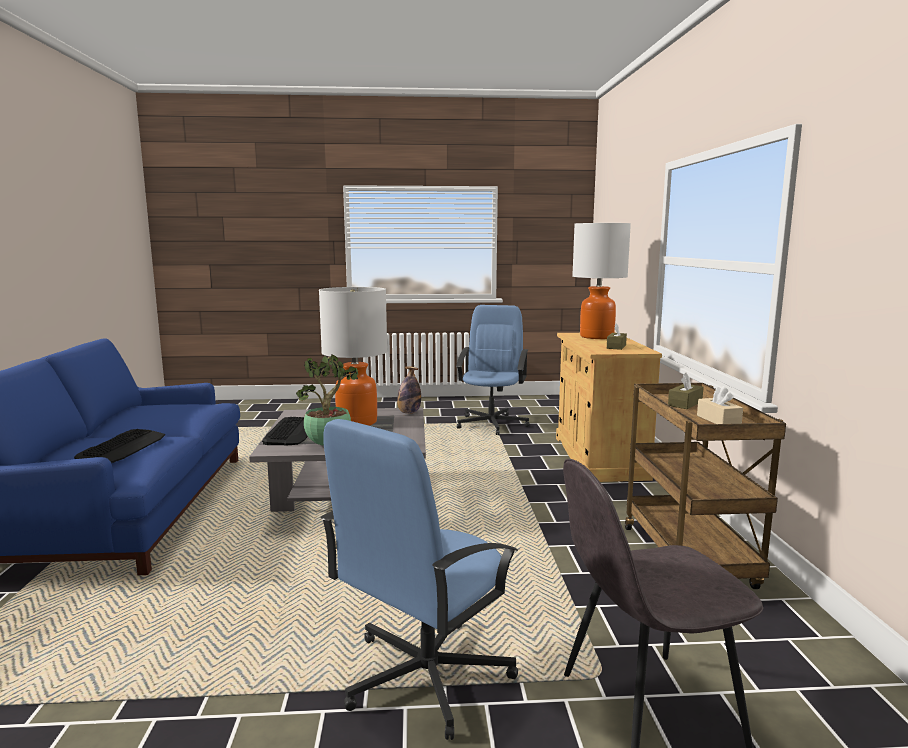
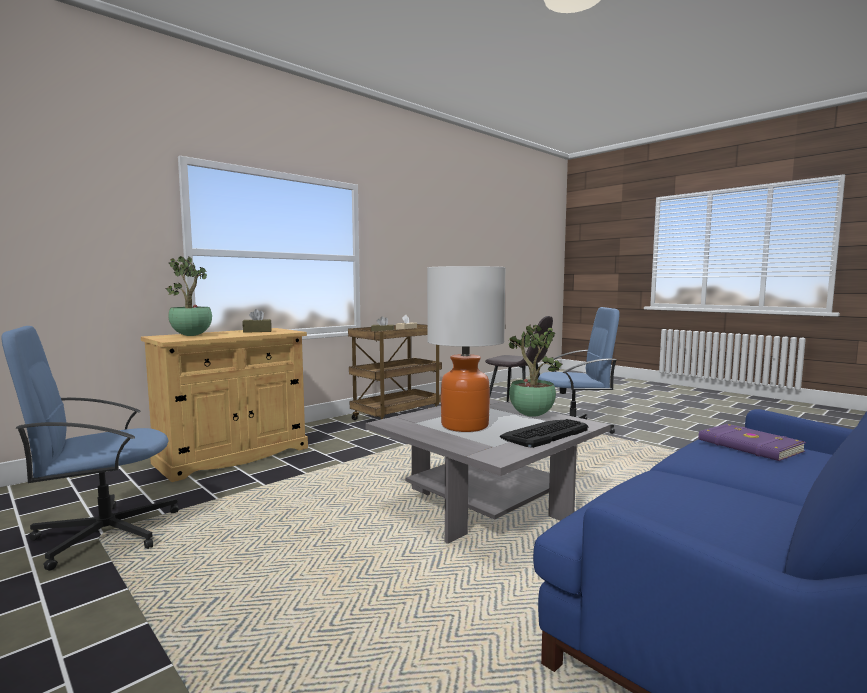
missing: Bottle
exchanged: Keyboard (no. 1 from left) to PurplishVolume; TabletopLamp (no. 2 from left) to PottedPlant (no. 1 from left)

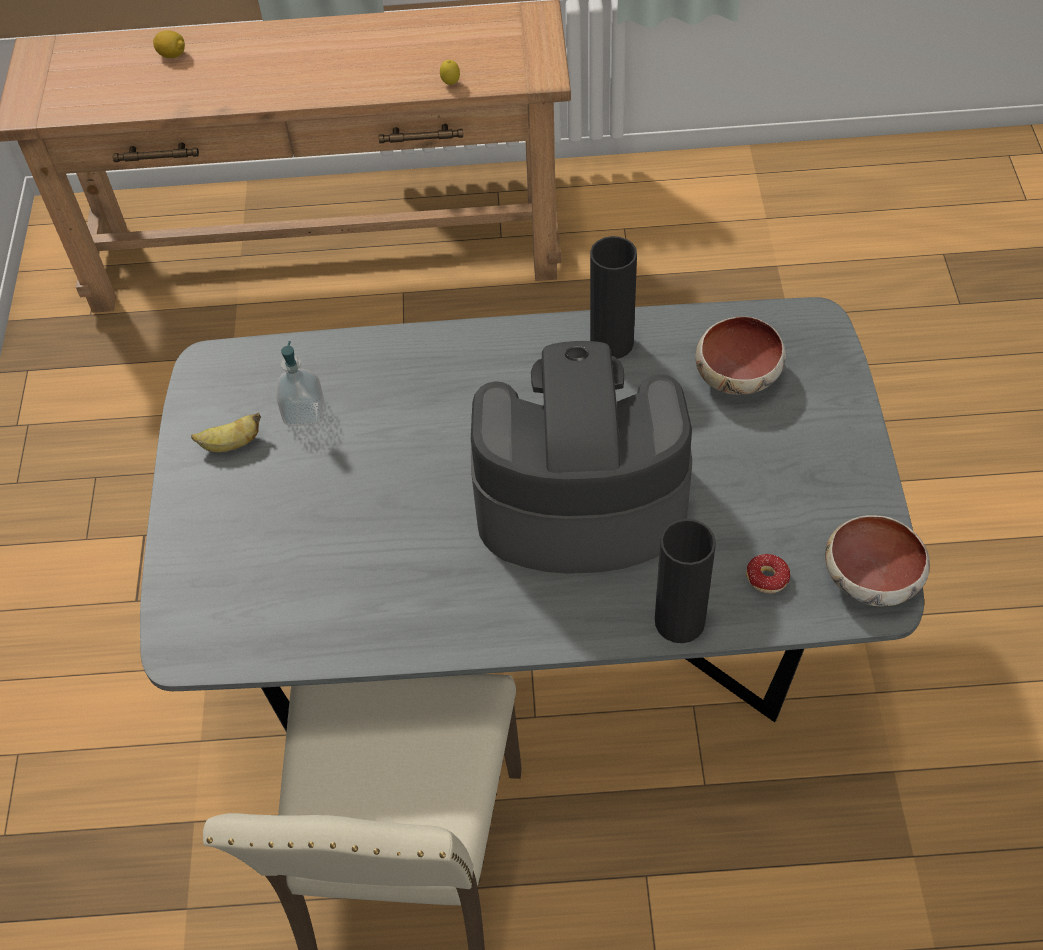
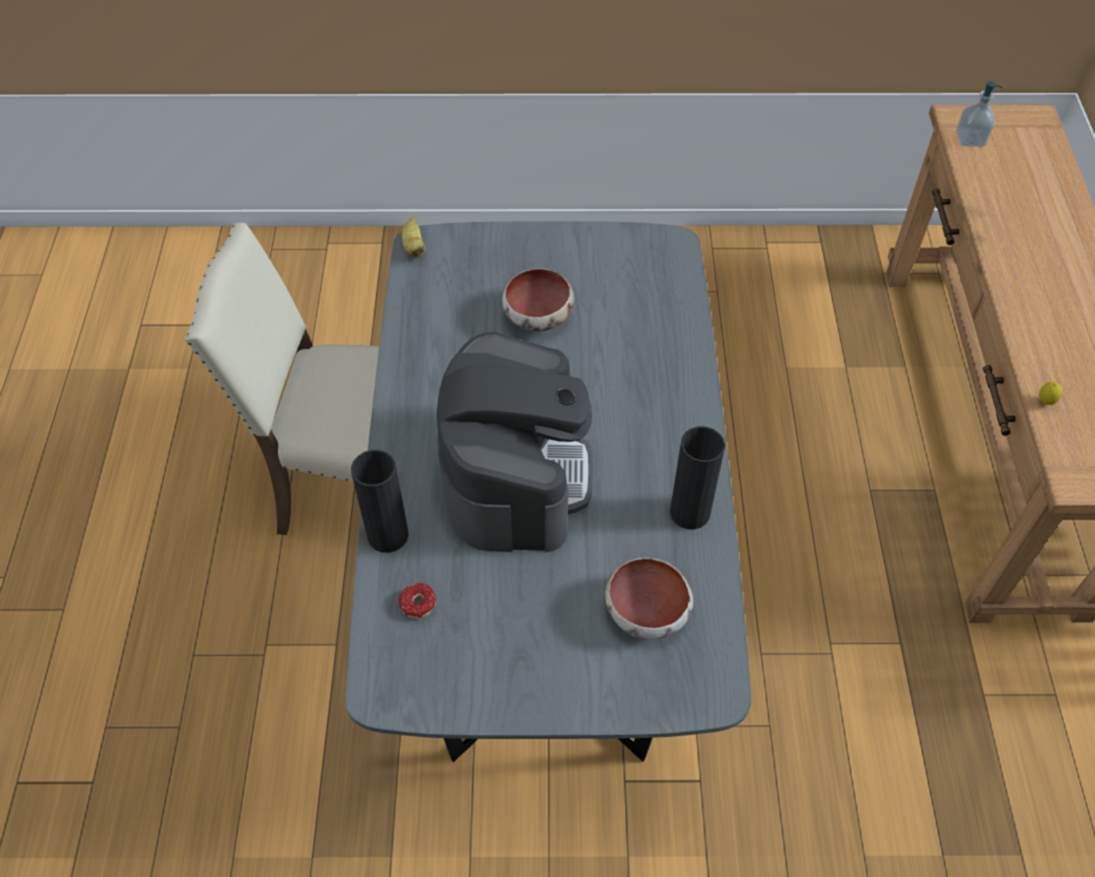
missing: WholeLemon (no. 1 from left)
relocated: WholeBanana; SoapDispenser; DeepDish (no. 2 from left in the first image) to DeepDish (no. 1 from left)

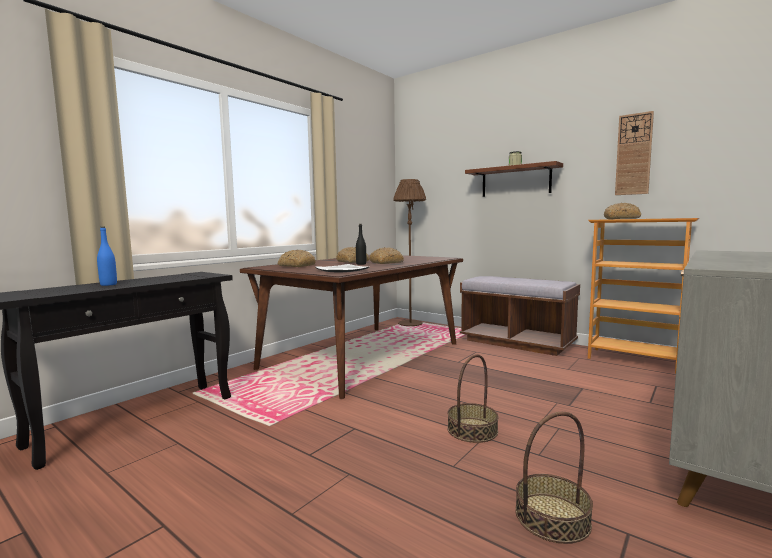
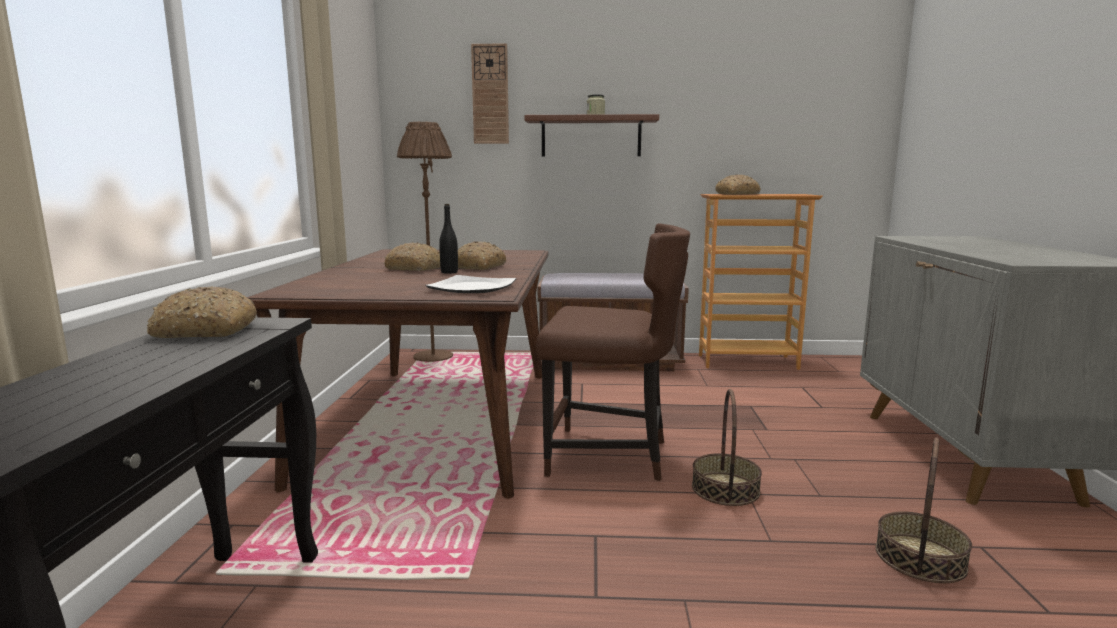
missing: BlueColouredBottle
appeared: BrownPlainChair
relocated: BakeryBread (no. 1 from left); HangingClock

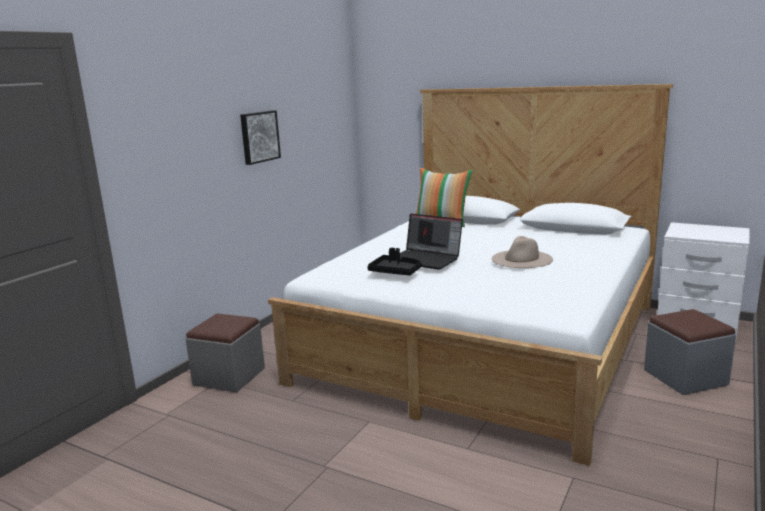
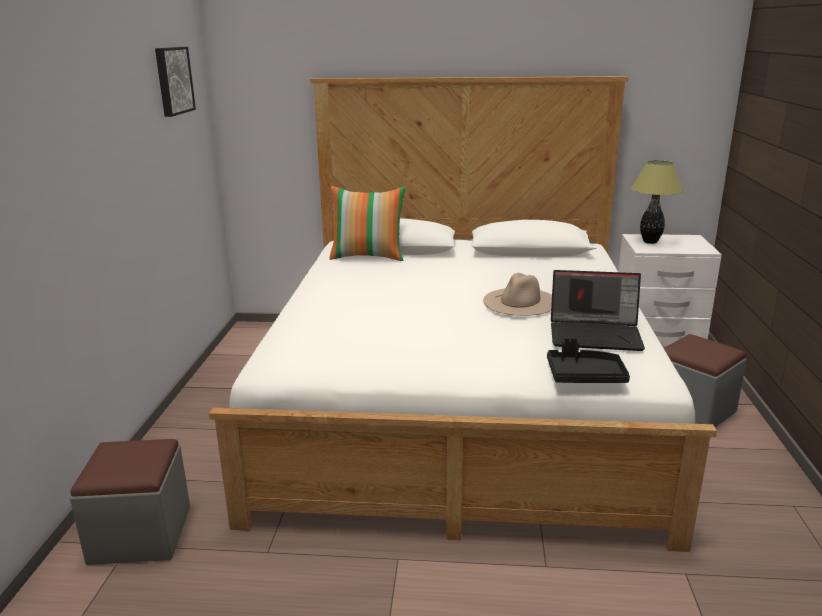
appeared: TabletopLamp
relocated: WallArt; BlackServingTray; NotebookComputer

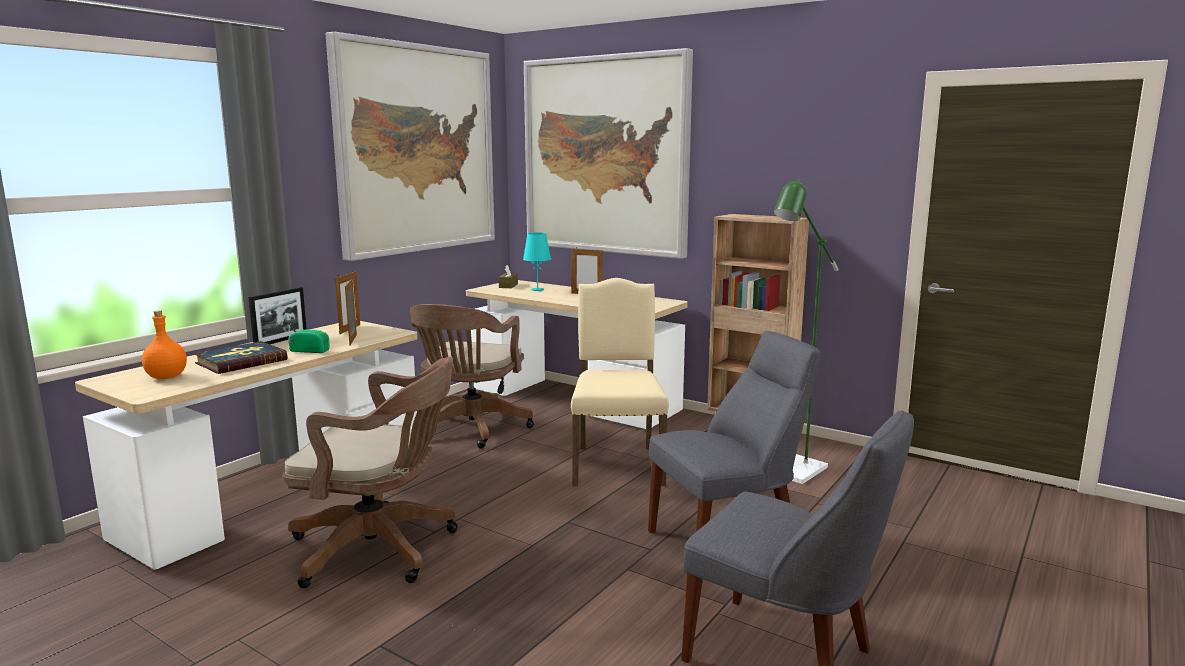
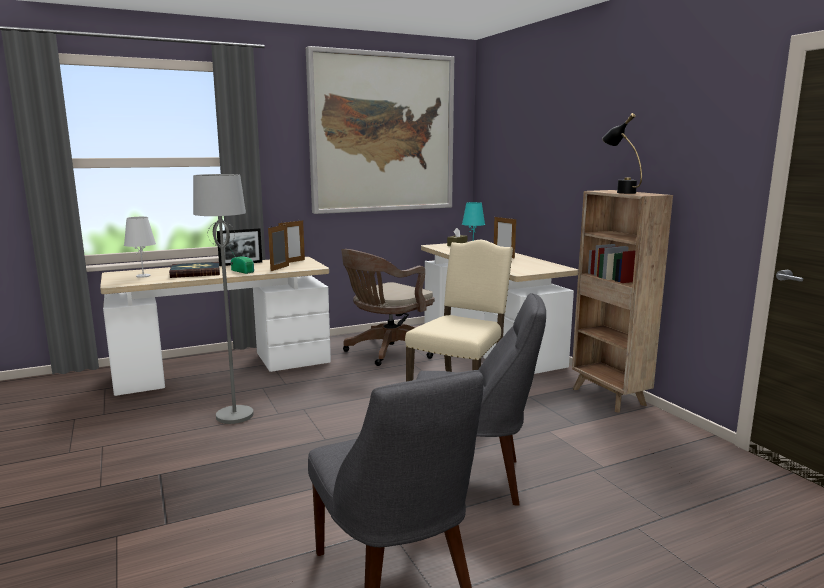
missing: WallArt (no. 2 from left); GreenColouredFloorLamp
appeared: BlackTabletopLamp
exchanged: OrangeColouredBottle to WhiteTabletopLamp; BrownComputerChair (no. 1 from left) to GreyFloorLamp

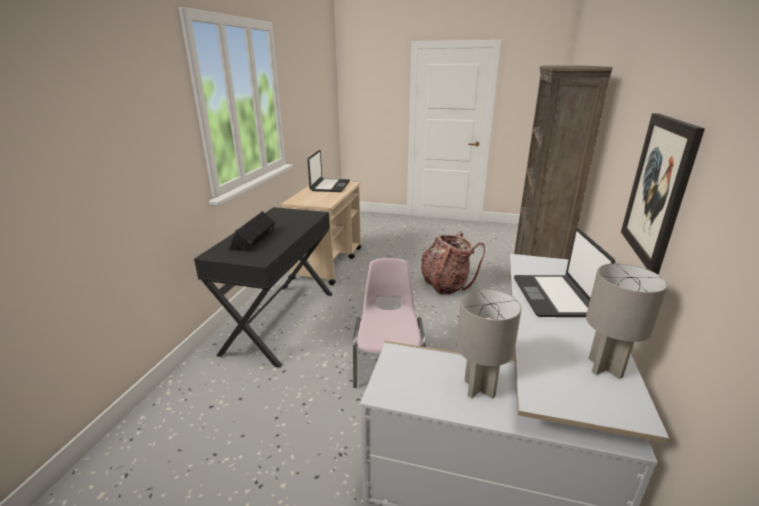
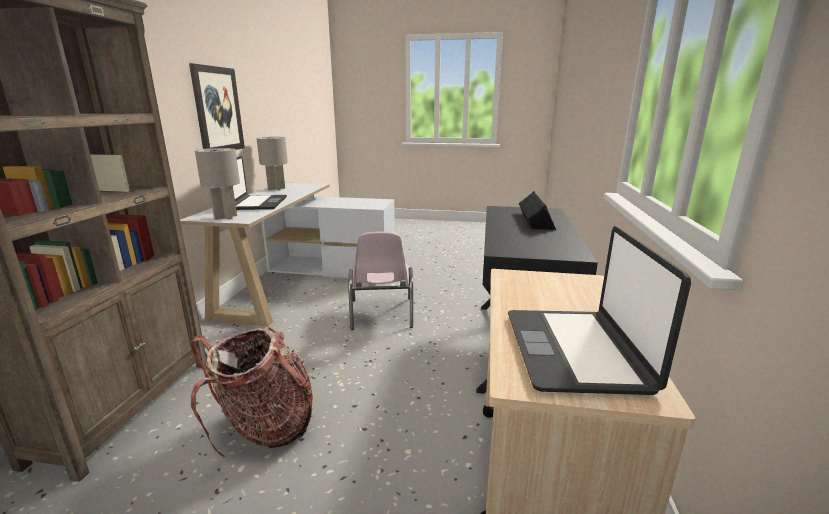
relocated: GreyTabletopLamp (no. 1 from left)

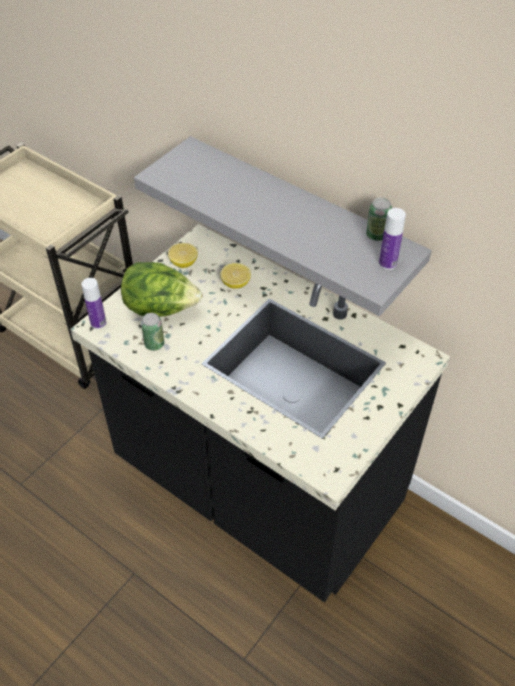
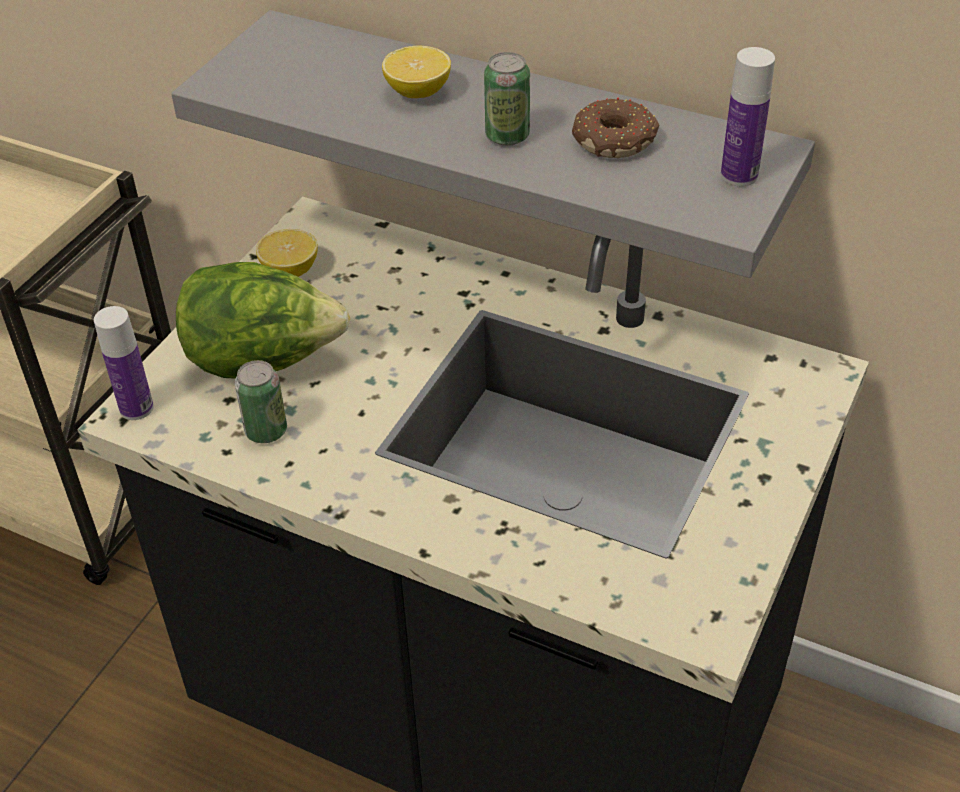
appeared: Doughnut
relocated: WholeLemon (no. 2 from left); MetalCan (no. 2 from left)

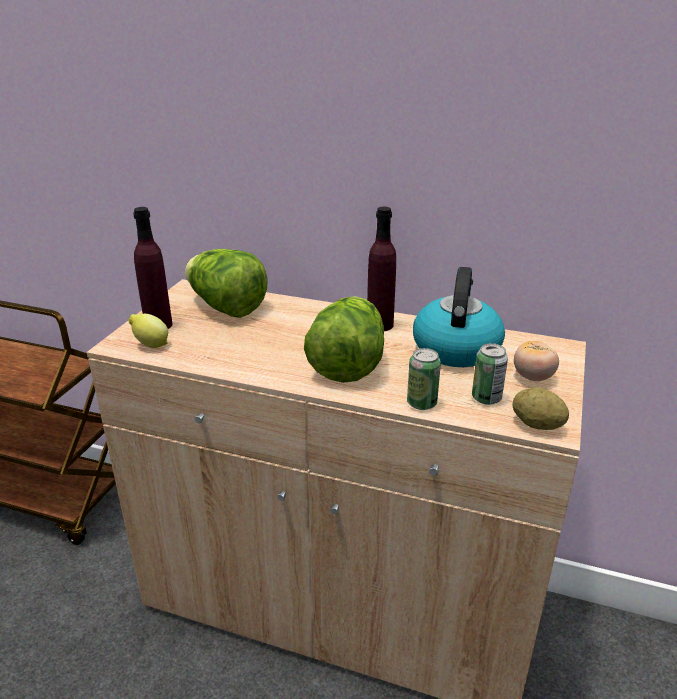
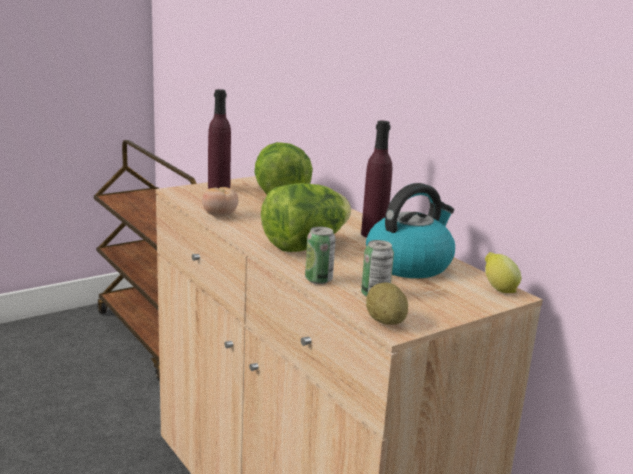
relocated: WholeLemon; Tomato

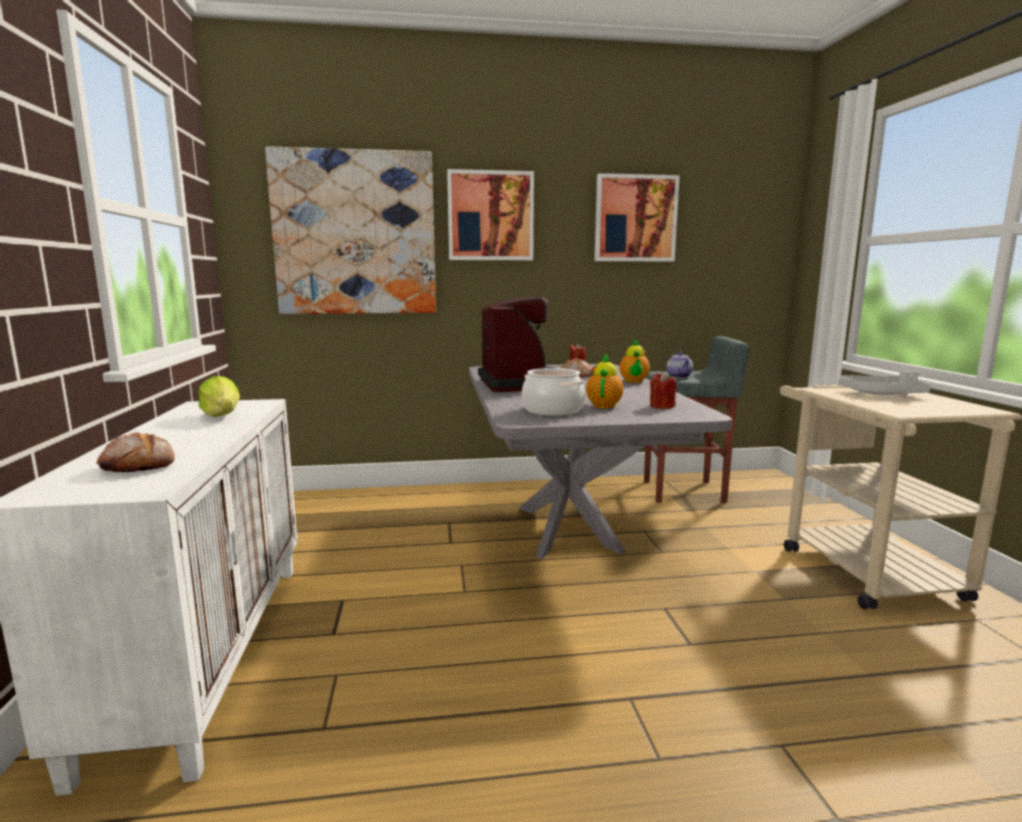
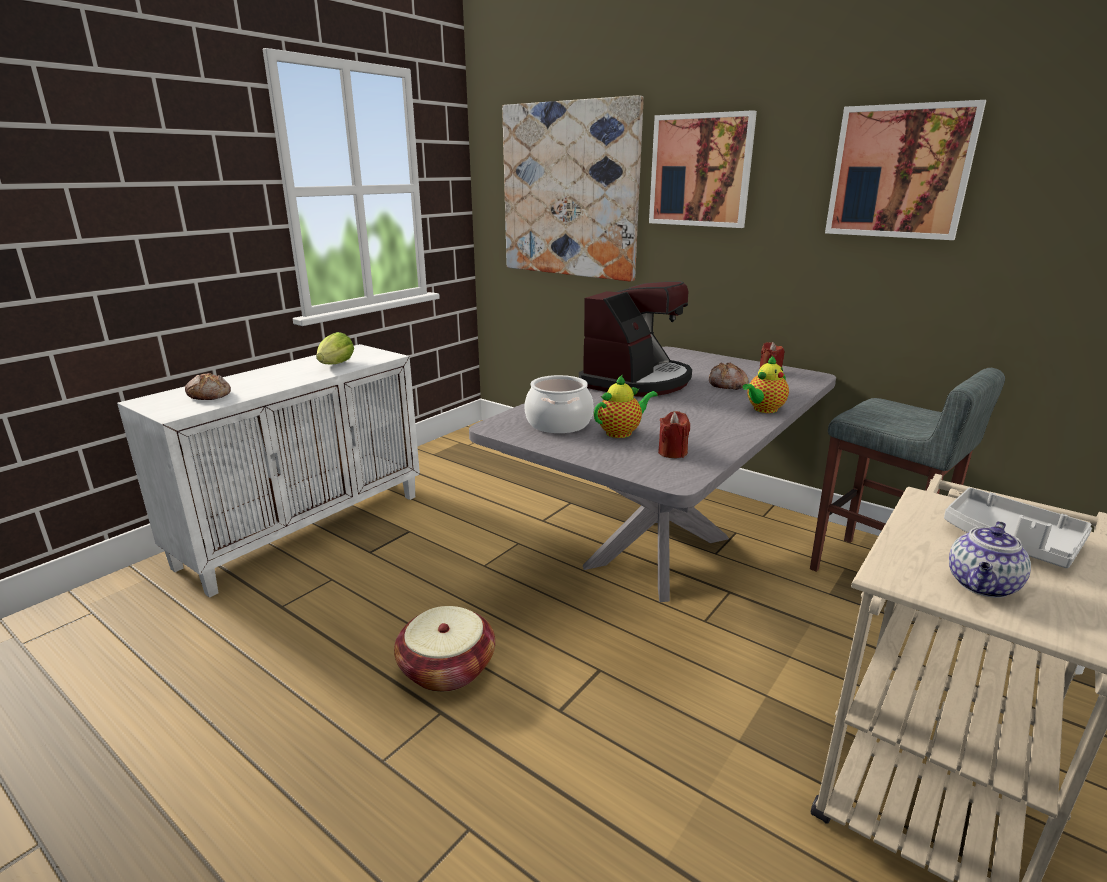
appeared: HouseholdBasket
relocated: PotForTea (no. 3 from left)

